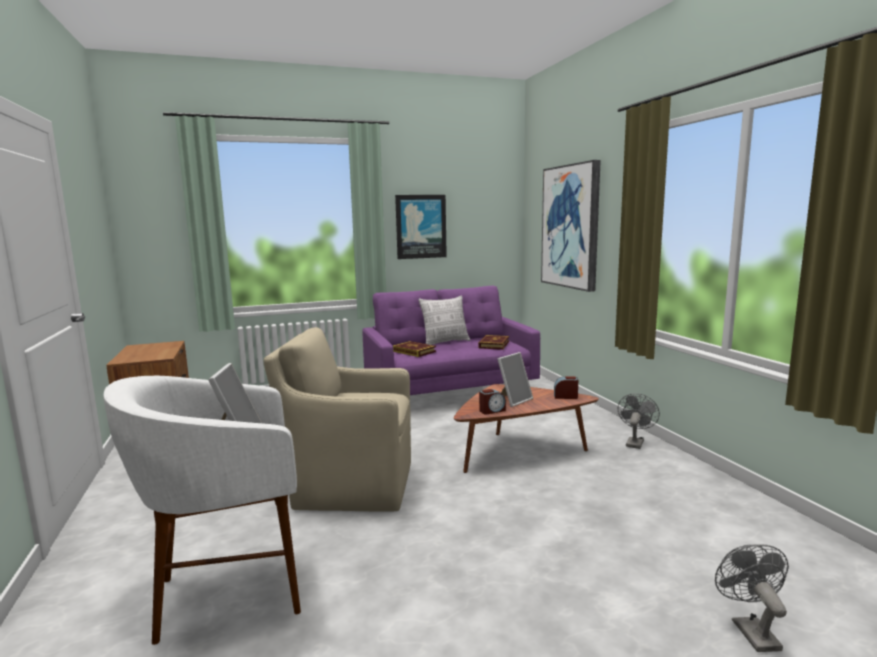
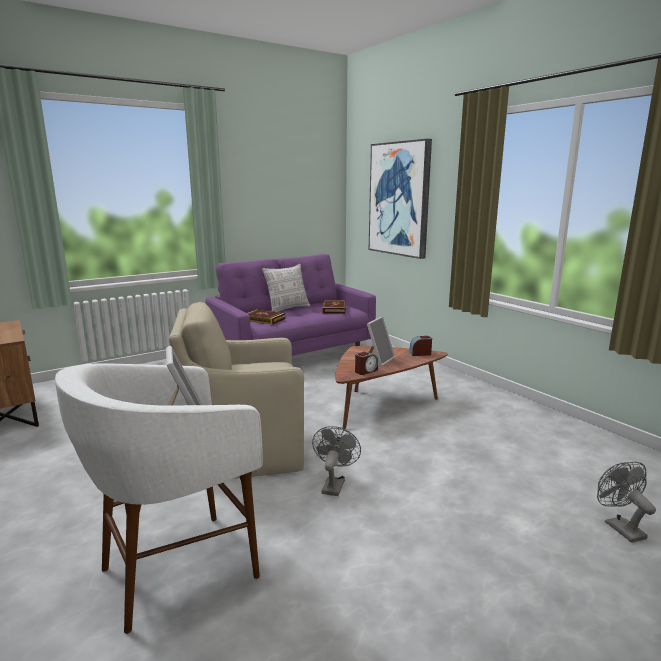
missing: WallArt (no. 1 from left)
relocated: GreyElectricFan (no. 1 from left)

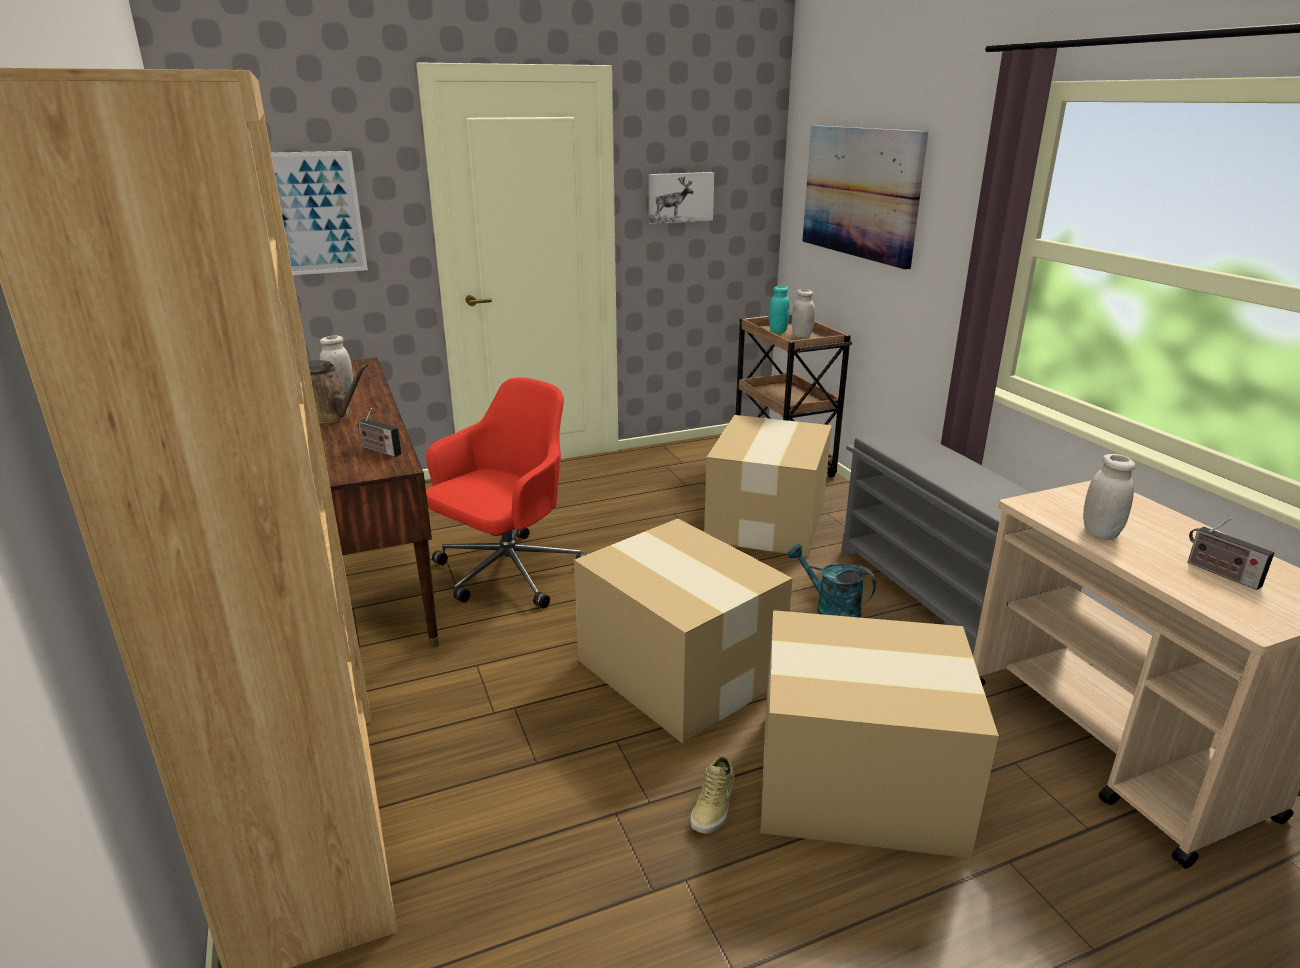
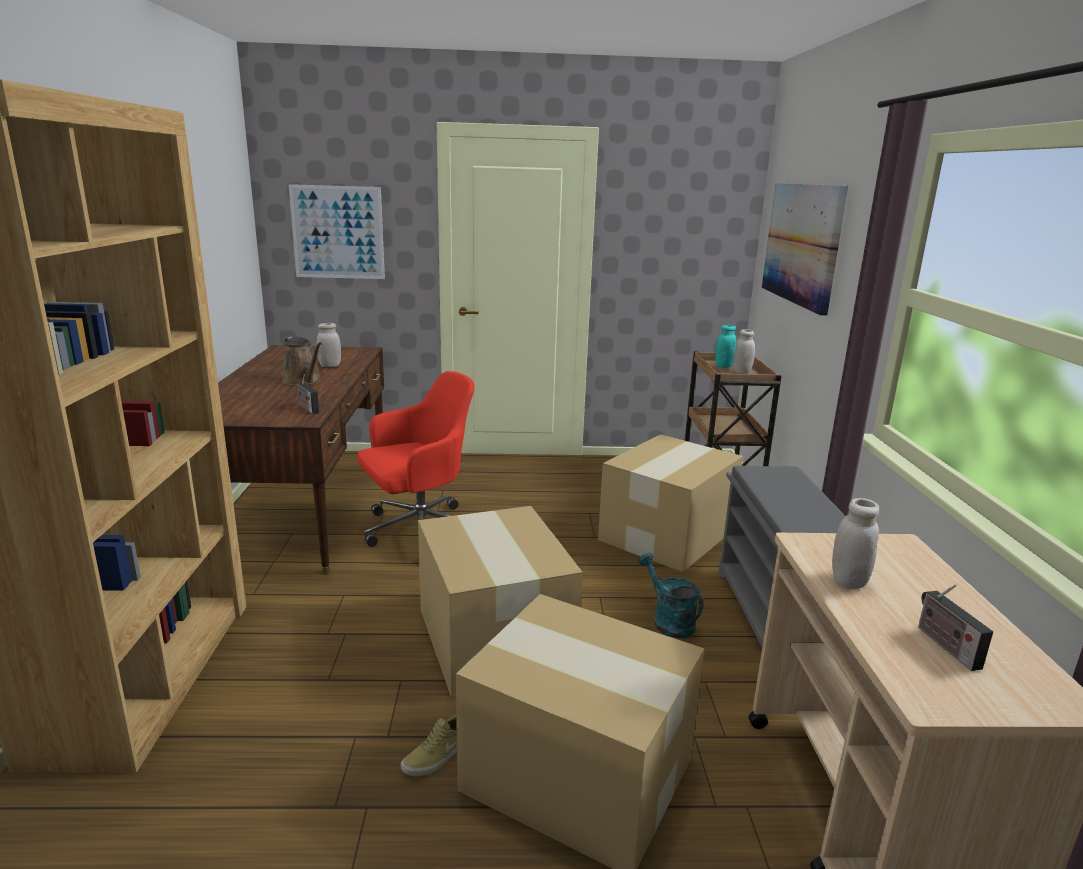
missing: WallArt (no. 2 from left)

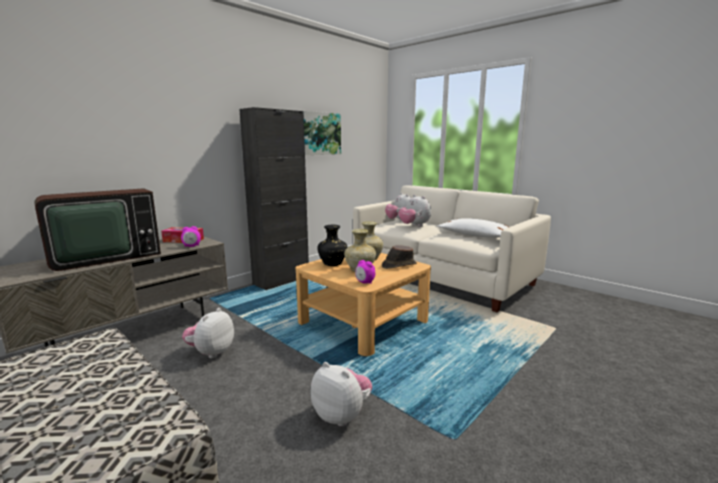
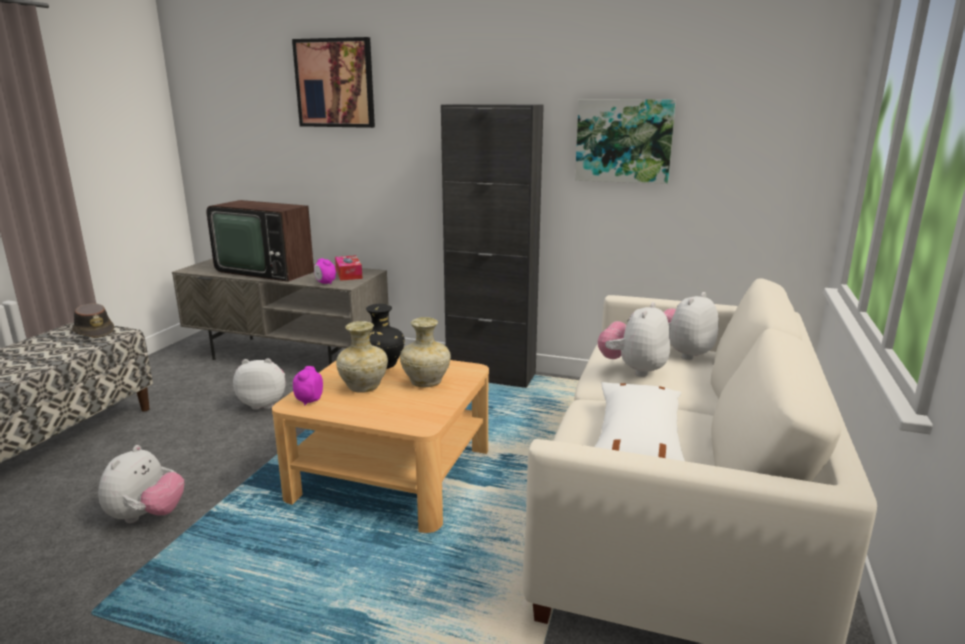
appeared: WallArt (no. 1 from left)
relocated: BrownWearableHat

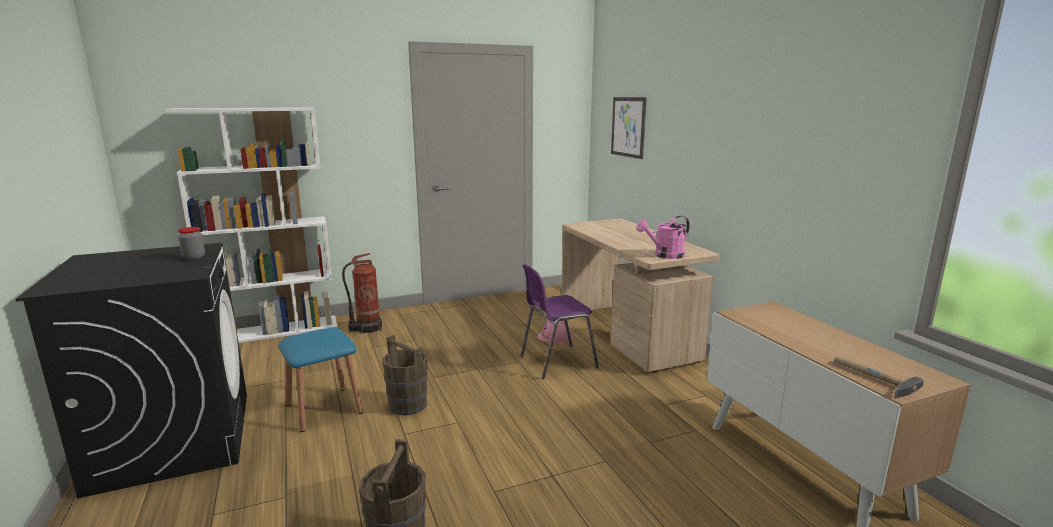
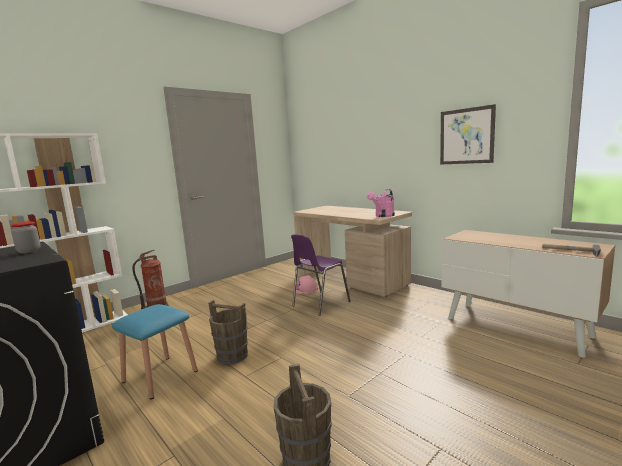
relocated: WallArt

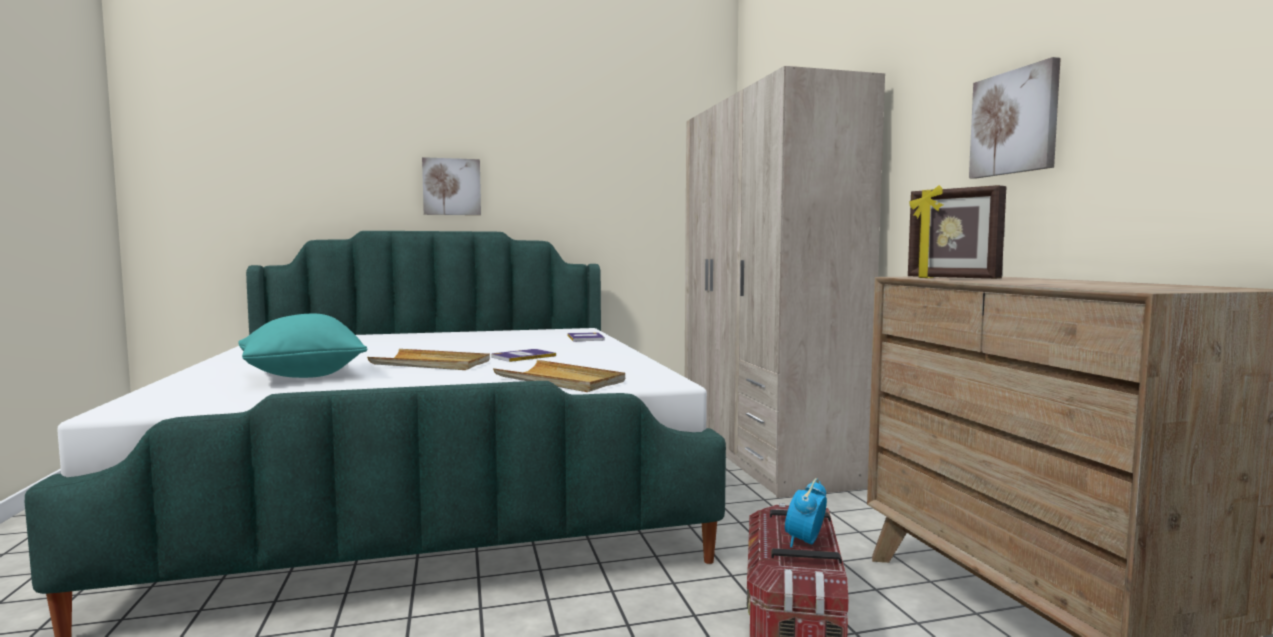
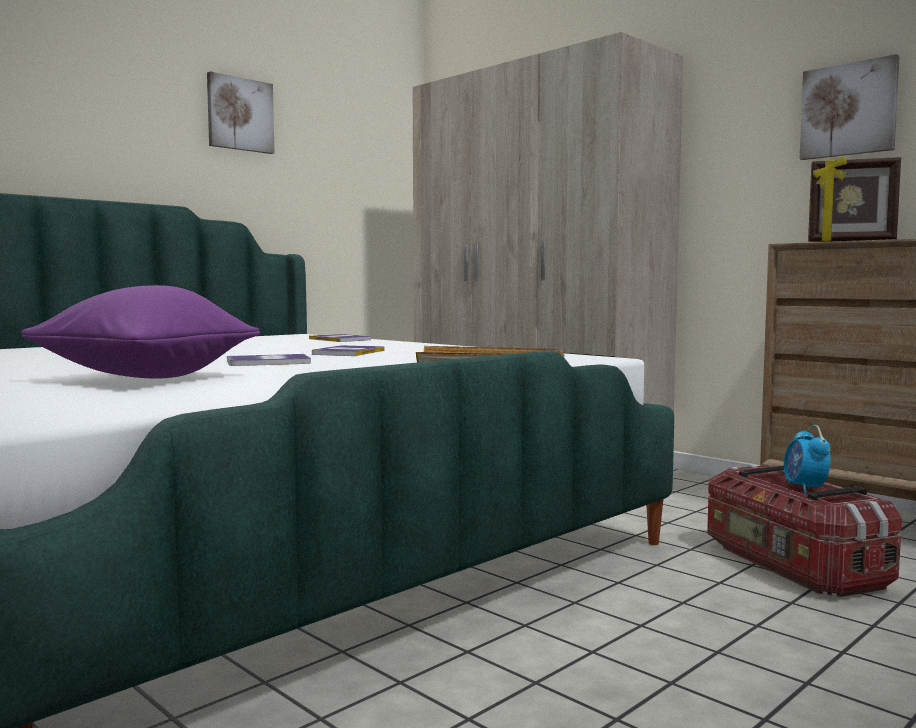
relocated: WallArt (no. 1 from left)
exchanged: SandColouredServingTray (no. 1 from left) to Volume (no. 1 from left)
colour: TurquoiseColouredThrowPillow to PurplishThrowPillow

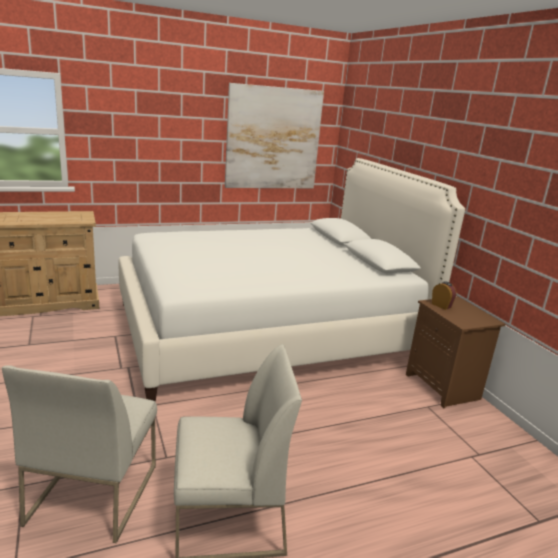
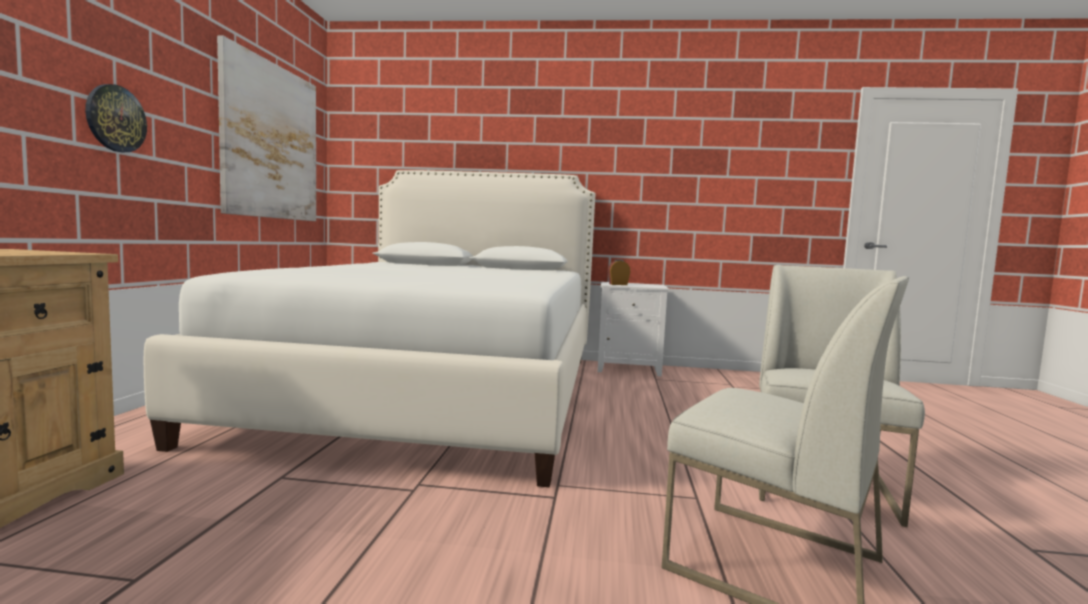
appeared: HangingClock
colour: BrownBedsideTable to WhiteBedsideTable

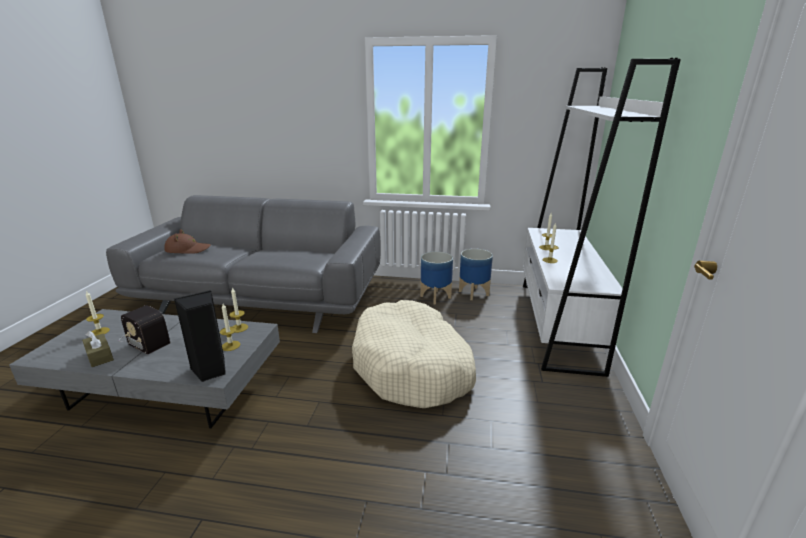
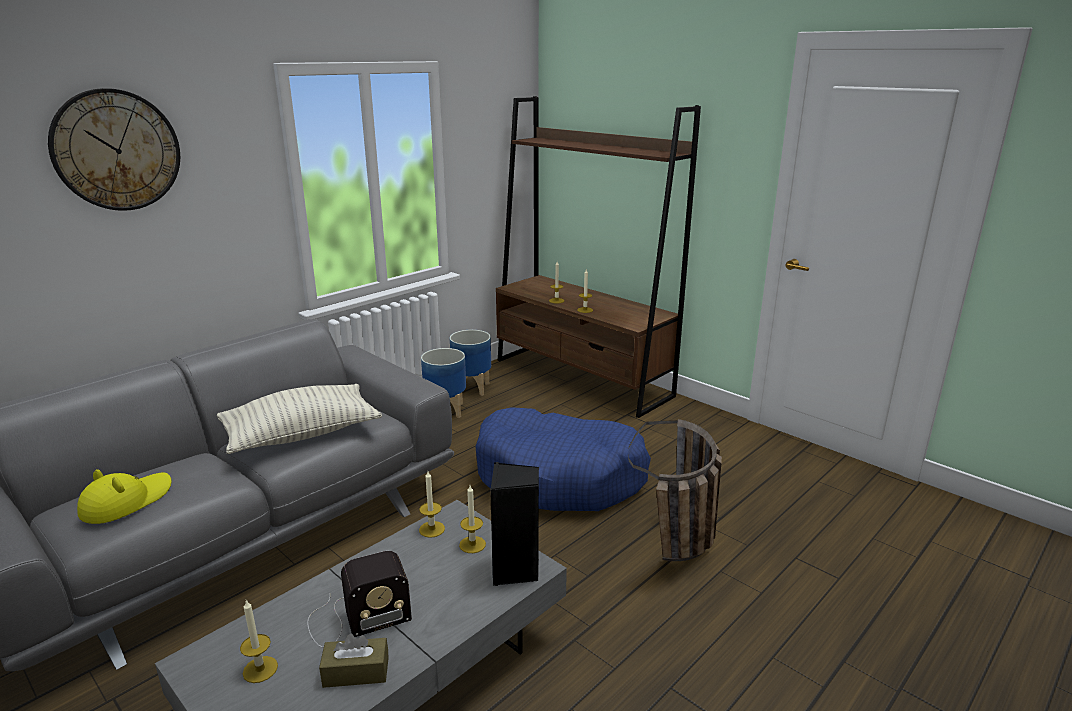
appeared: HangingClock; ThrowPillow; HouseholdBasket
colour: BrownWearableHat to YellowWearableHat; SandColouredDogBed to BlueColouredDogBed; WhiteBookcase to BrownBookcase

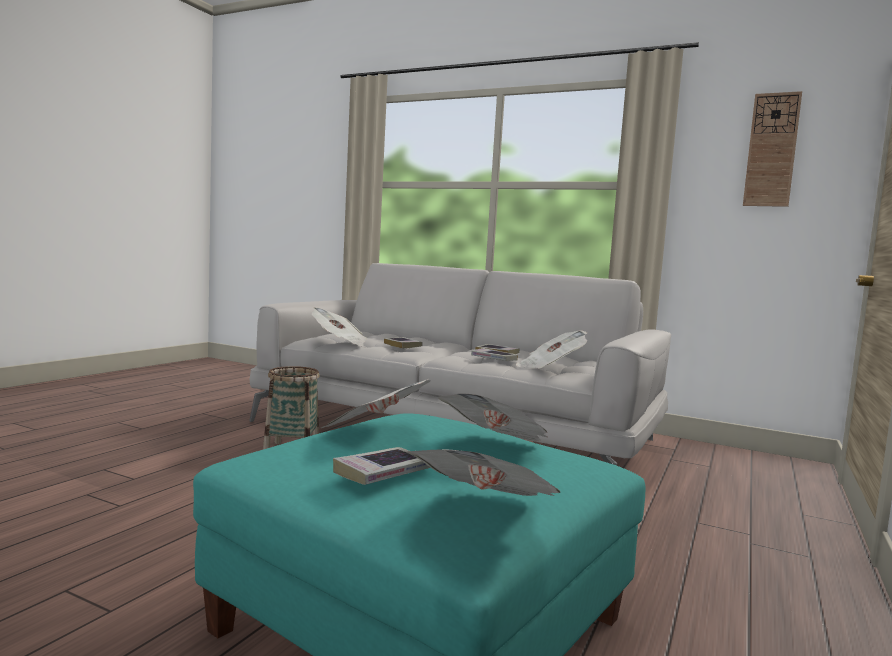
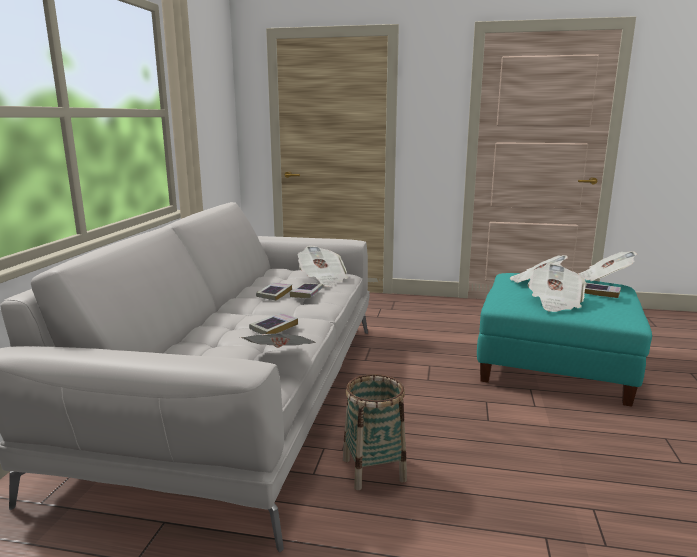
missing: HangingClock

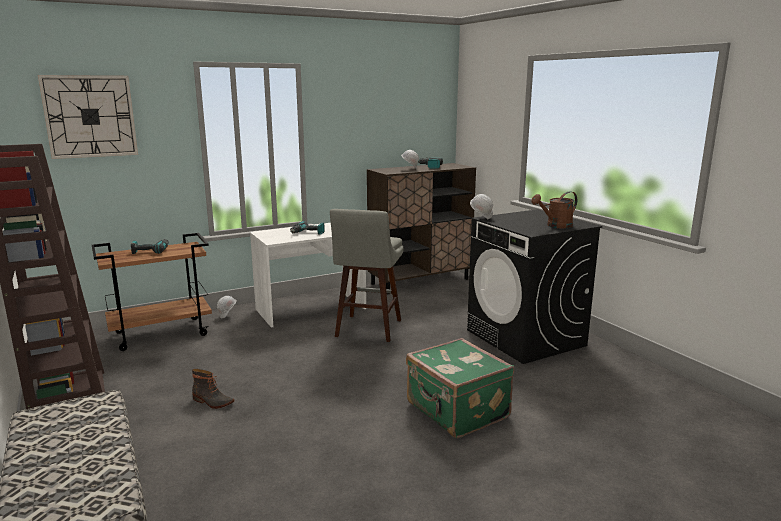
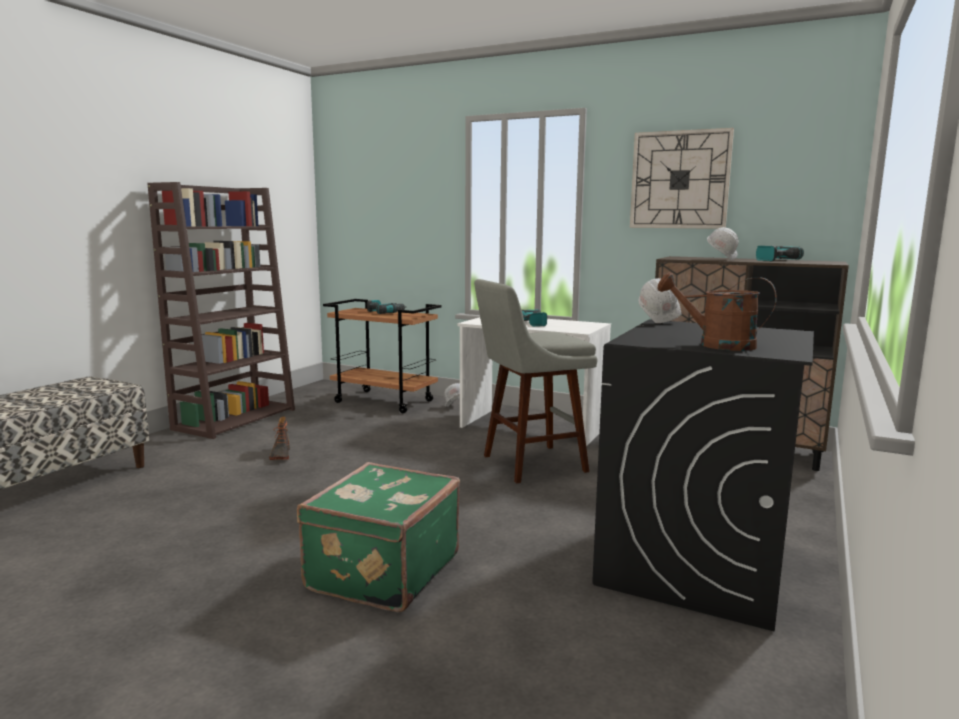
relocated: HangingClock

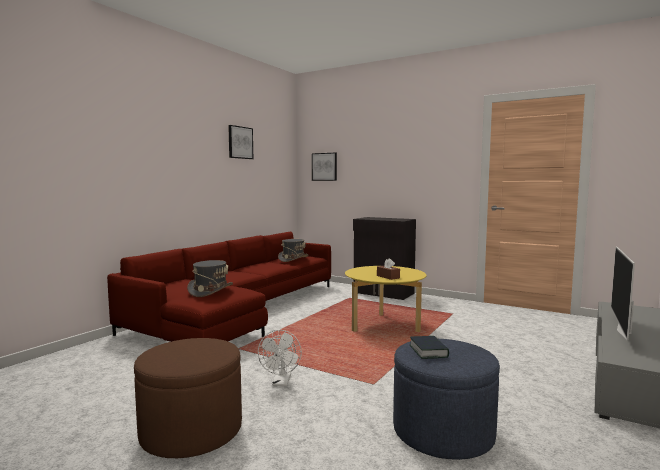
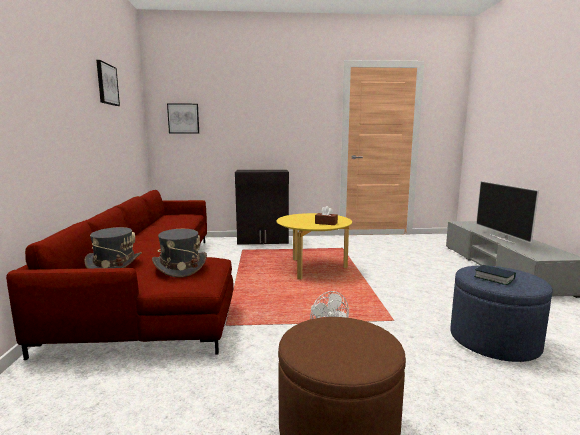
relocated: GreyWearableHat (no. 2 from left in the first image) to GreyWearableHat (no. 1 from left)

